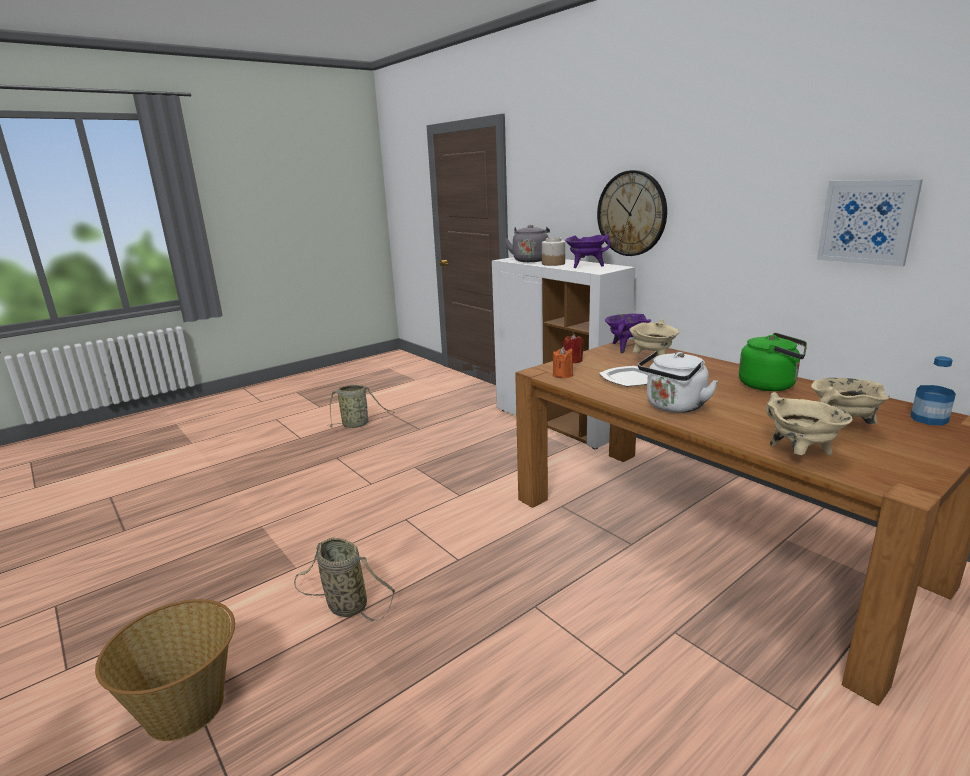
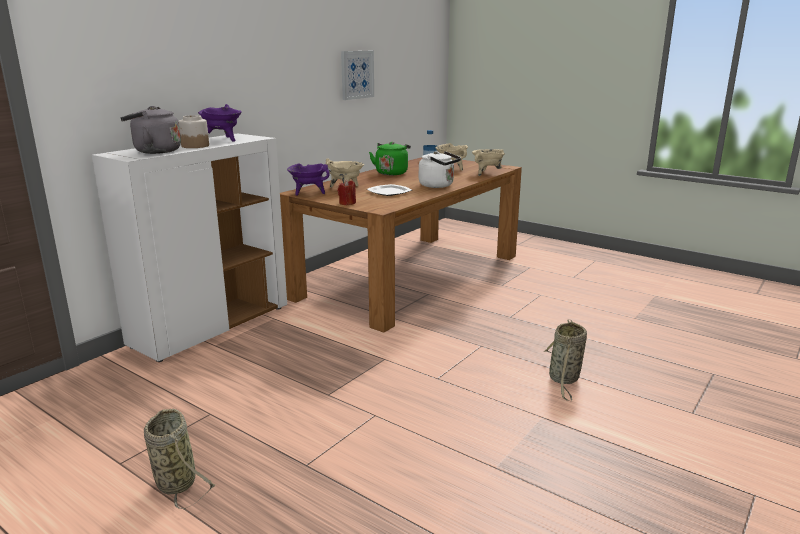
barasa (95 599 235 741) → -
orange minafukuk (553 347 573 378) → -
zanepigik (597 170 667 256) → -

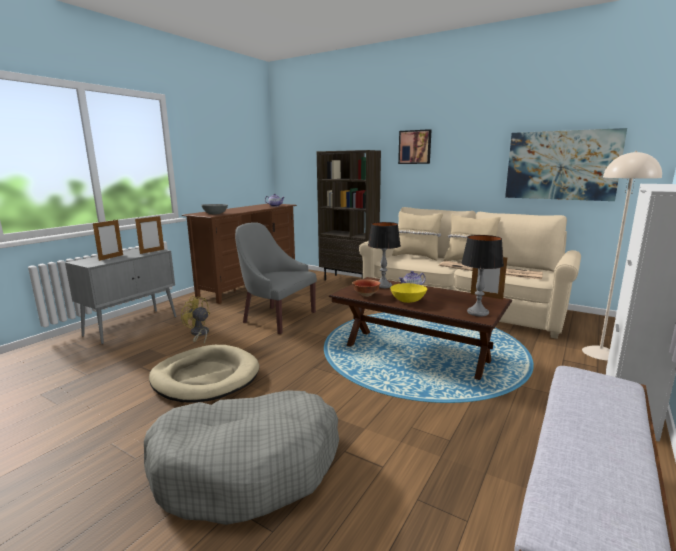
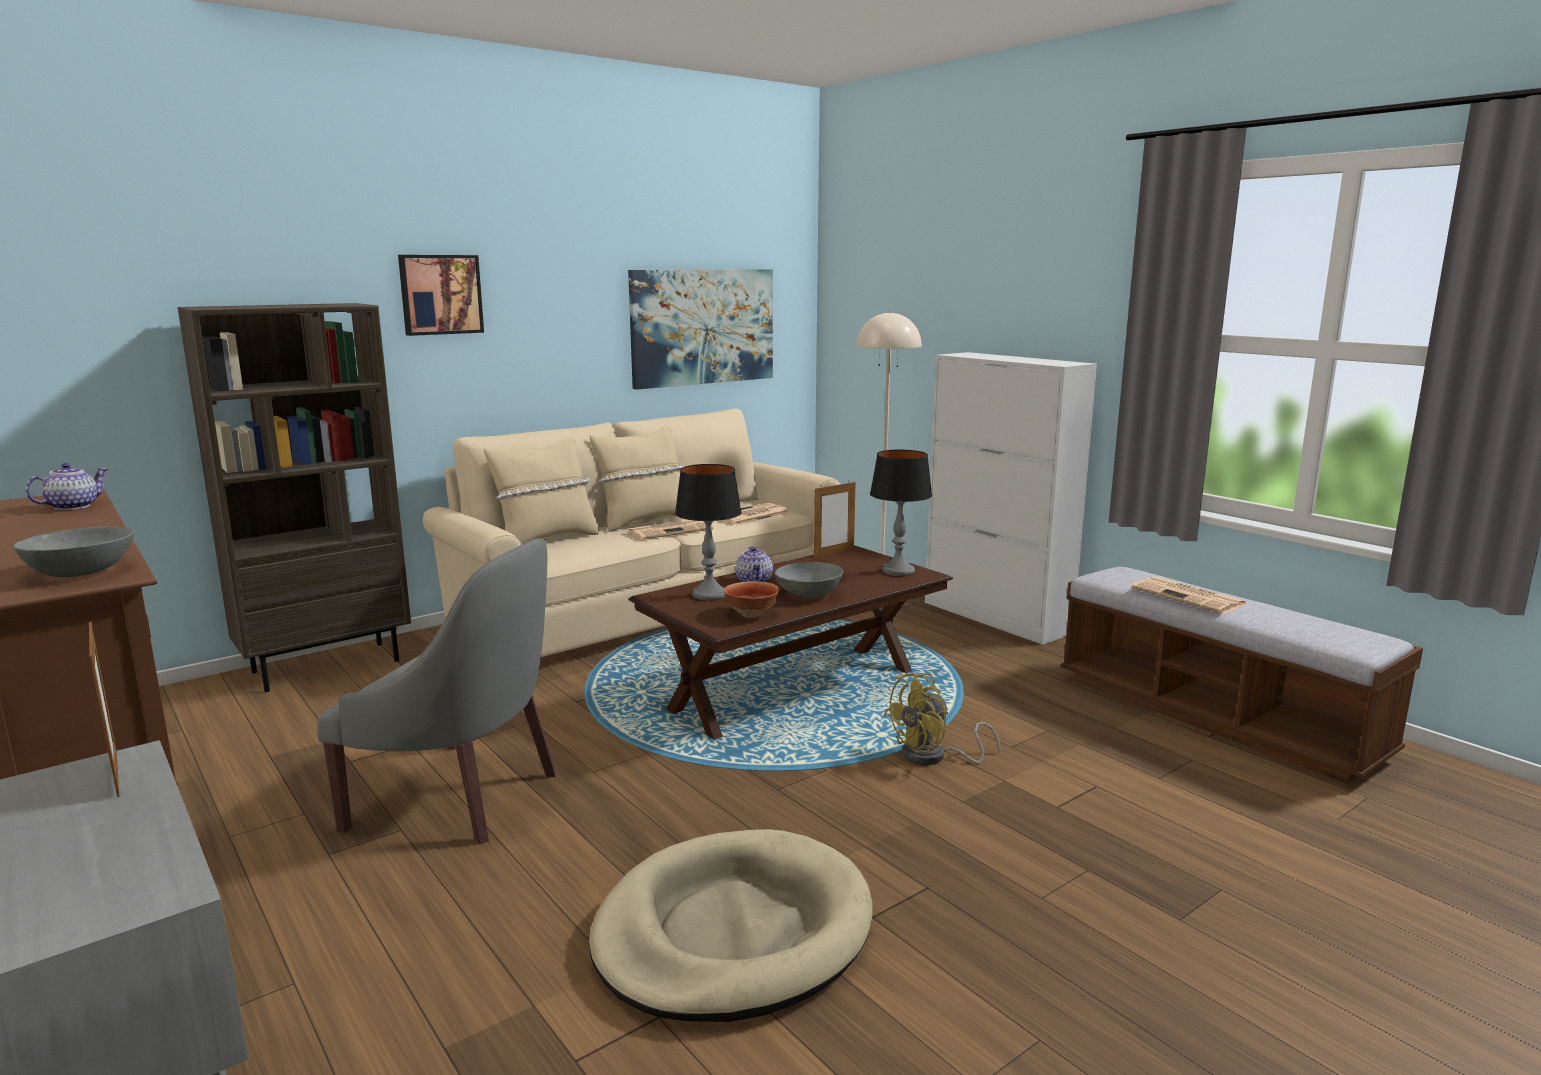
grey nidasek (235 222 317 334) → grey nidasek (317 538 556 845), 120 degrees counterclockwise
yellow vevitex (390 283 427 303) → grey vevitex (775 562 843 598)
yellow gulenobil (181 296 210 344) → yellow gulenobil (884 673 1000 765), relocated
- → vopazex (1132 577 1247 614)
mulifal (93 219 123 261) → -
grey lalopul (144 390 339 525) → -

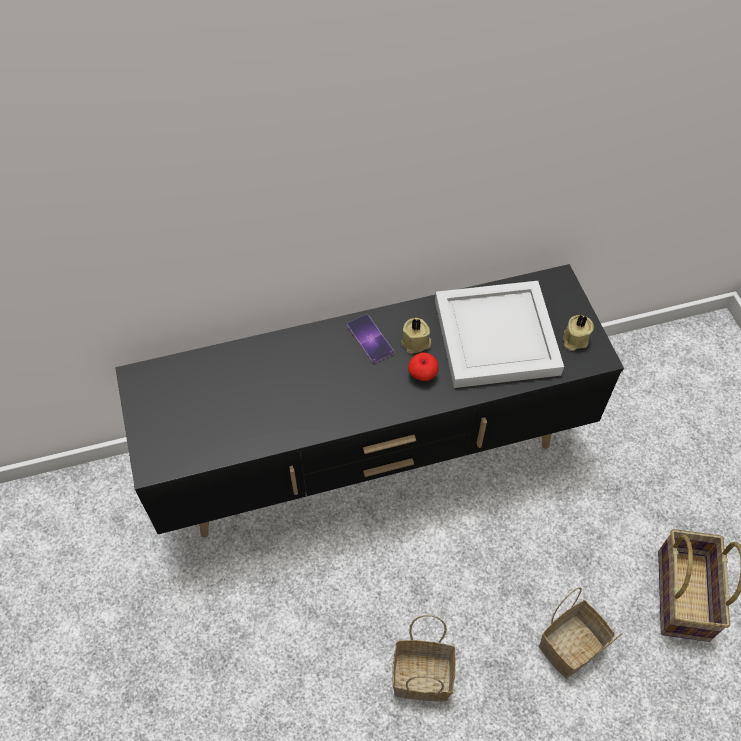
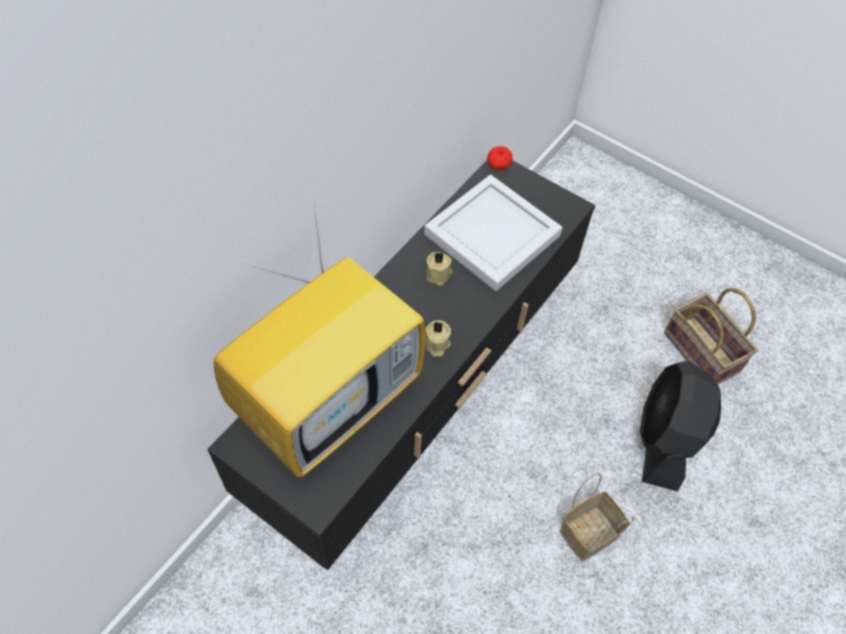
- → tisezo (214 198 425 477)
beige minafukuk (563 315 594 351) → beige minafukuk (425 320 451 357), relocated
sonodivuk (408 352 438 381) → sonodivuk (487 146 512 170), relocated
barasa (539 587 622 678) → black gulenobil (640 360 721 491)
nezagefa (347 314 395 363) → -

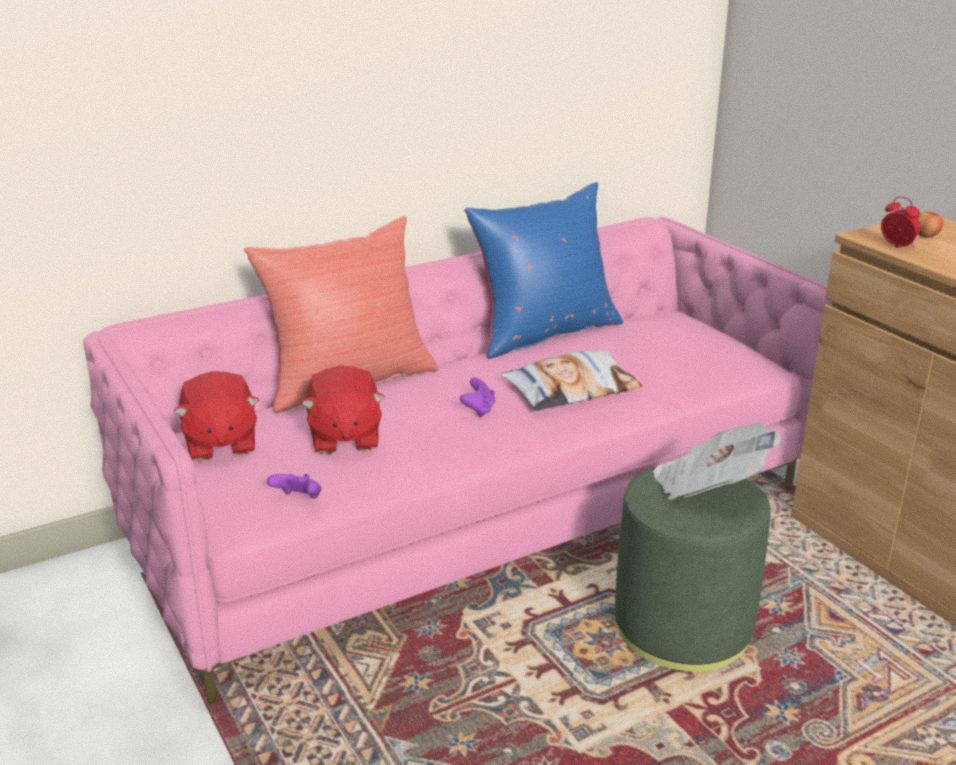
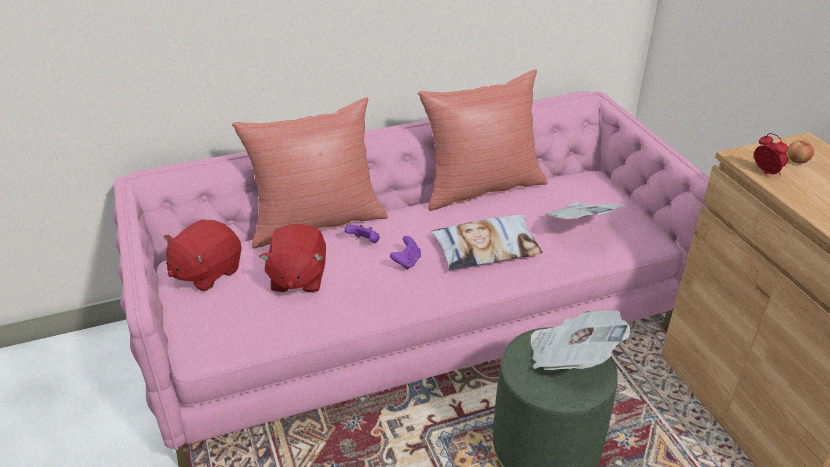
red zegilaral (174 371 259 461) → red zegilaral (164 219 242 291), 45 degrees clockwise
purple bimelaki (267 474 321 499) → purple bimelaki (344 225 380 243), relocated
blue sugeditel (464 182 623 359) → red sugeditel (418 69 548 211)
- → vopazex (543 202 626 219)

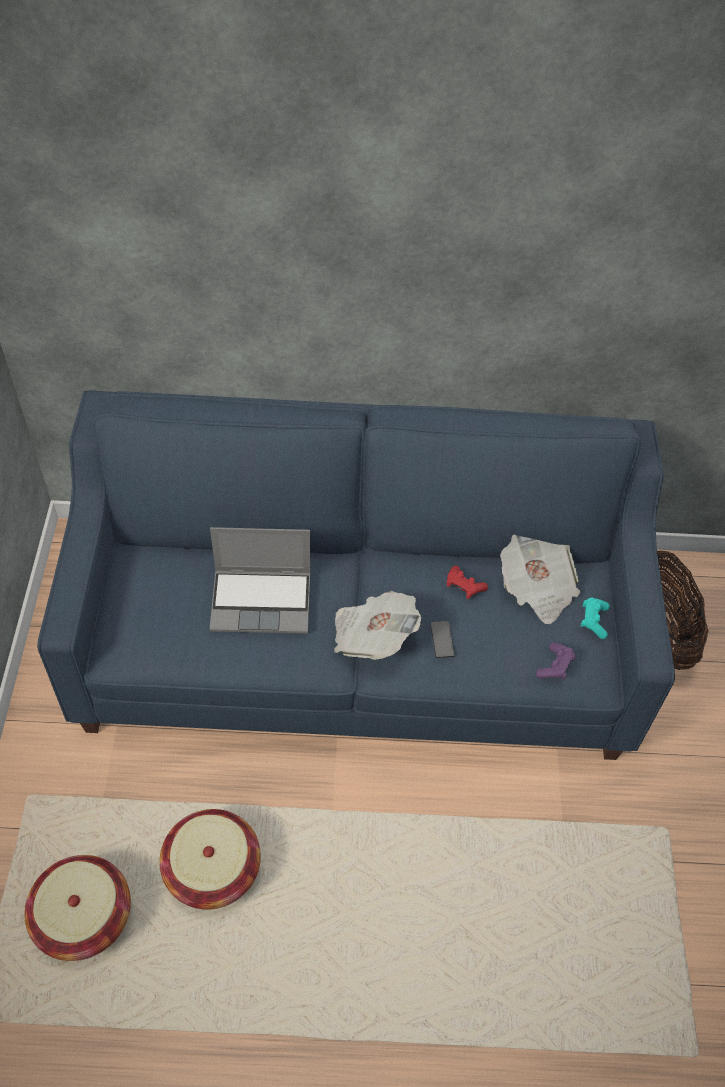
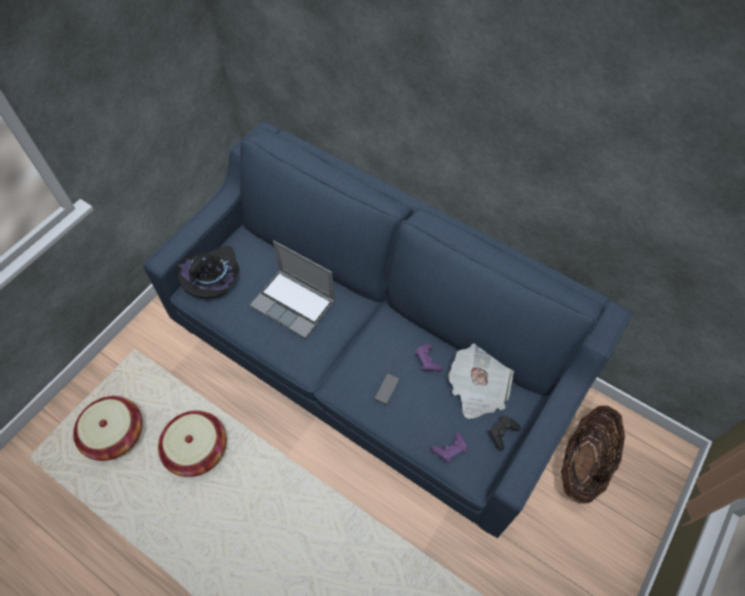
- → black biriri (176 246 239 299)
red bimelaki (447 566 488 599) → purple bimelaki (415 344 443 372)
turquoise bimelaki (581 598 610 639) → black bimelaki (489 416 521 451)
vopazex (334 591 421 660) → -

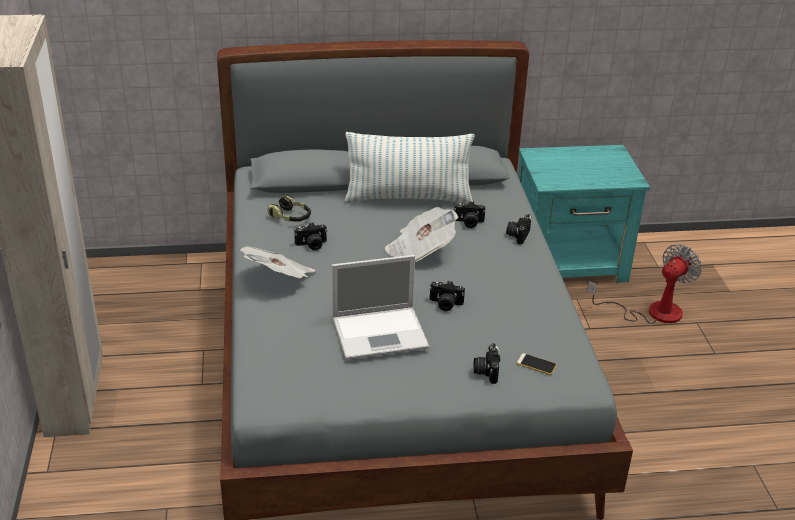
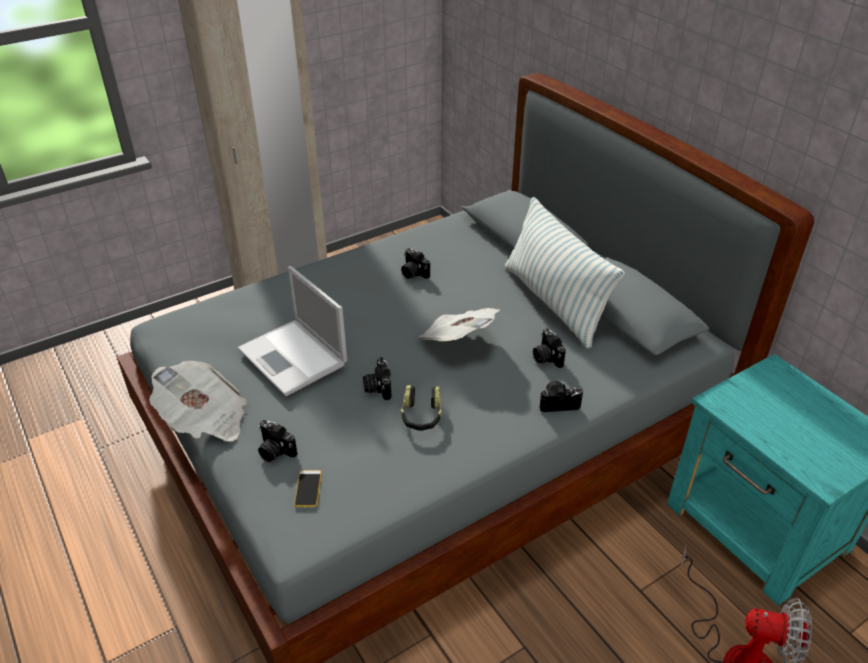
vopazex (240 246 316 279) → vopazex (149 361 247 441), relocated
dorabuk (473 343 500 384) → dorabuk (258 420 297 462), 120 degrees counterclockwise
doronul (267 195 311 222) → doronul (401 385 442 431), relocated

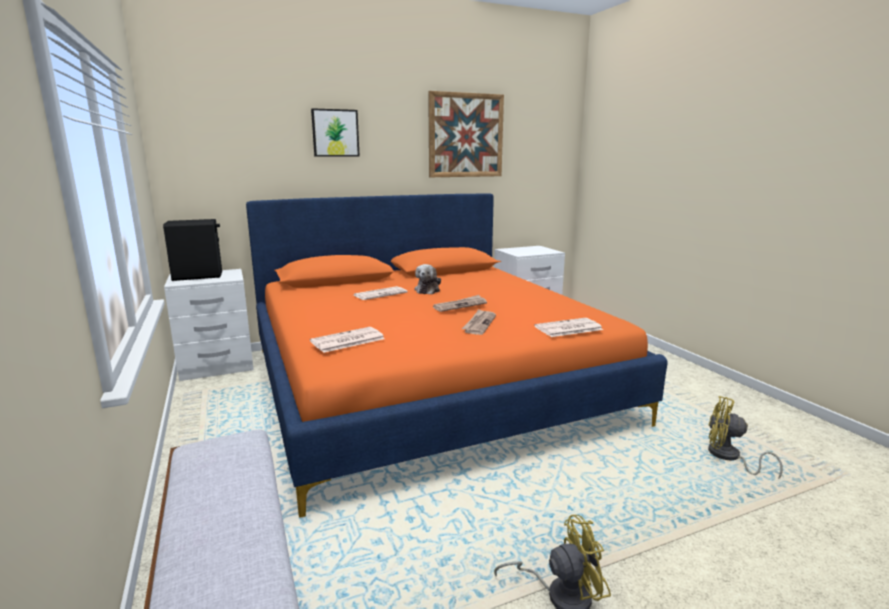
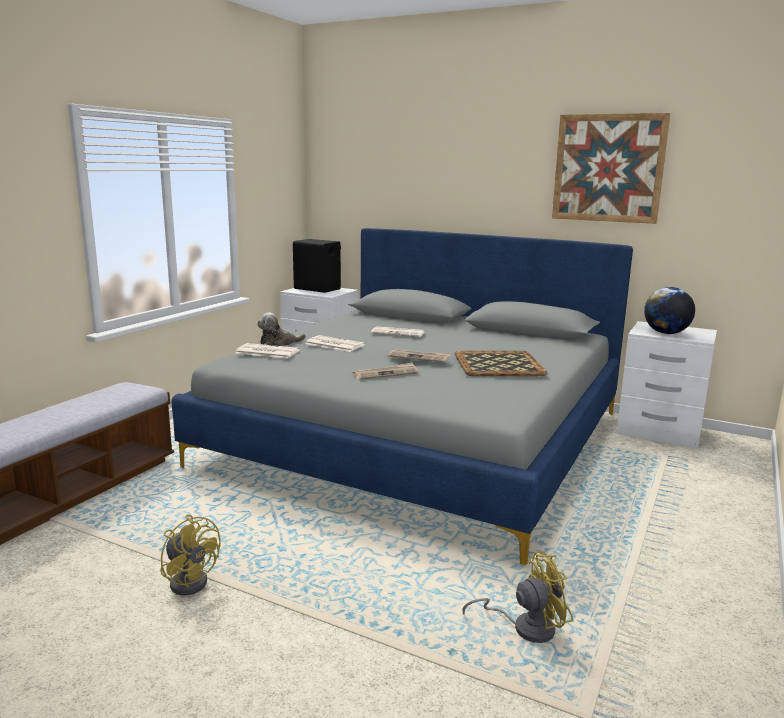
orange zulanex (246 193 668 518) → grey zulanex (171 228 633 565)
zegilaral (415 264 441 294) → zegilaral (257 312 306 346), relocated
vopazex (534 318 603 337) → vopazex (305 335 365 352), relocated
- → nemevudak (455 351 547 376)
yellow gulenobil (708 396 783 479) → yellow gulenobil (463 551 573 643), 90 degrees clockwise
- → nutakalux (644 287 695 334)
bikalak (311 108 359 156) → -

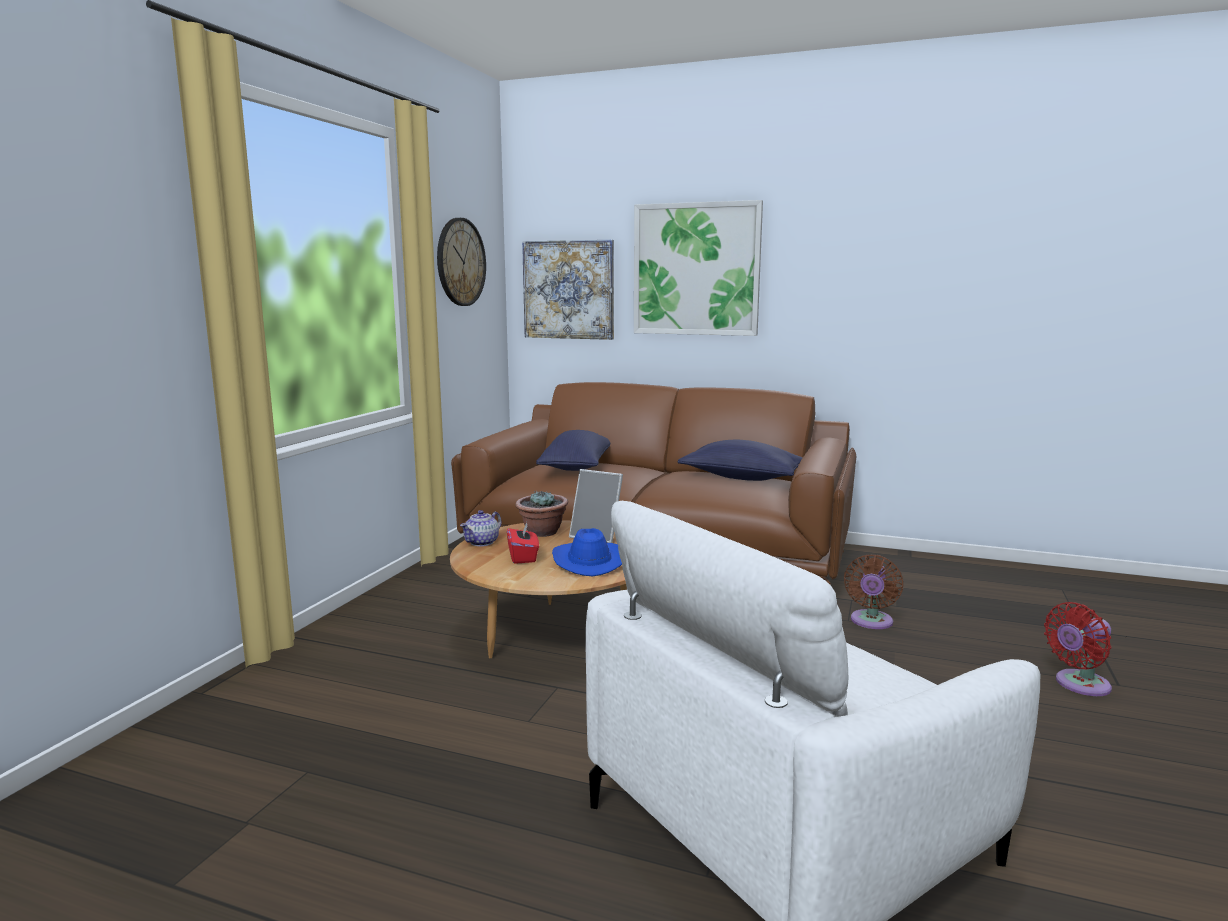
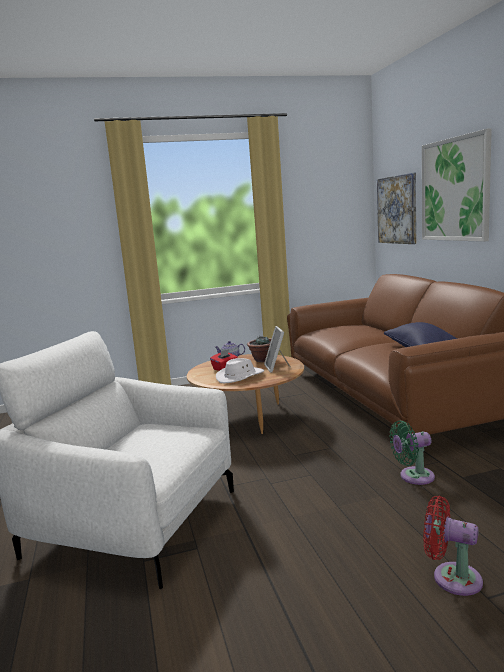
blue biriri (552 528 622 576) → white biriri (216 358 264 383)
brown gulenobil (844 555 903 629) → green gulenobil (389 420 435 485)
zanepigik (437 218 486 306) → -
blue sugeditel (536 430 610 471) → -

